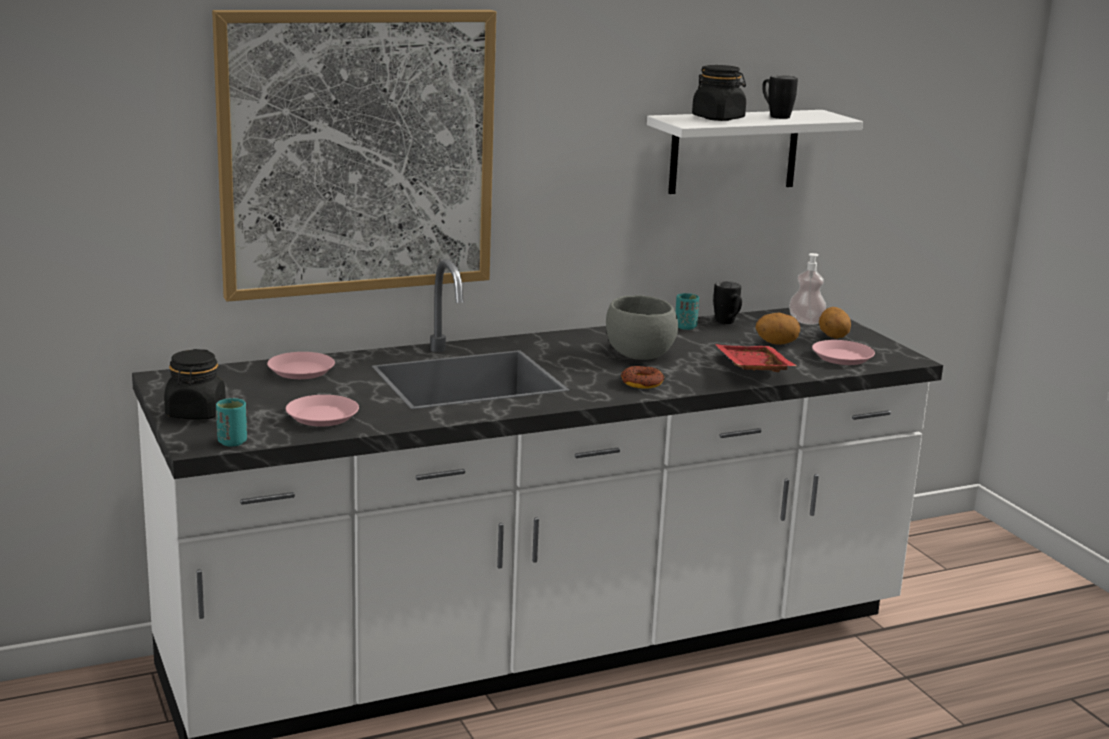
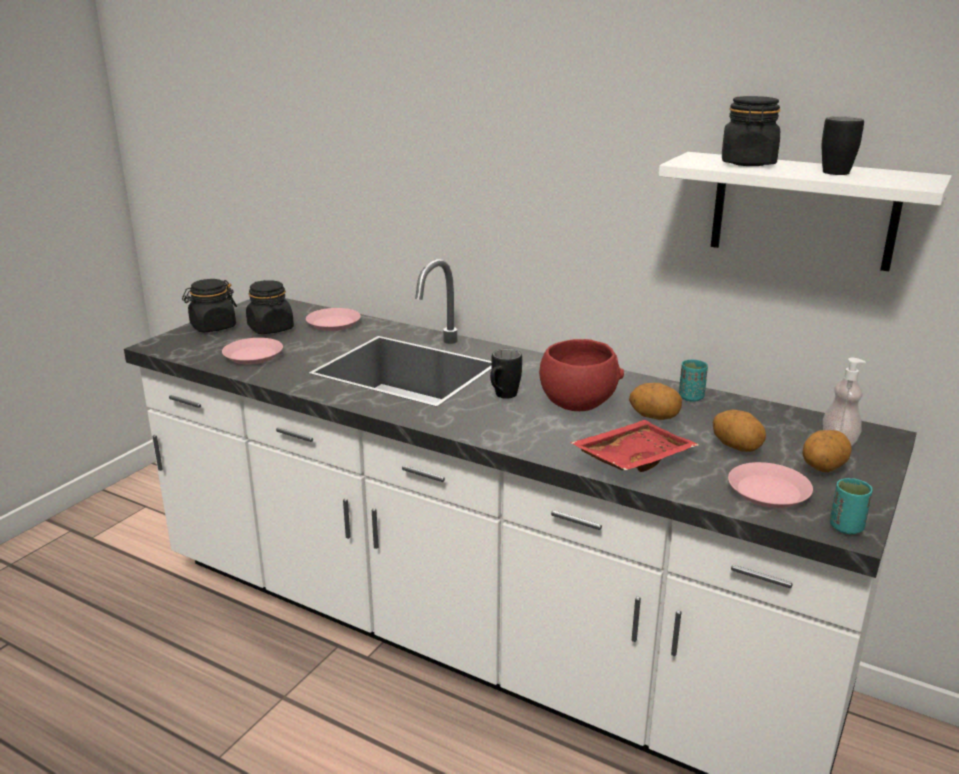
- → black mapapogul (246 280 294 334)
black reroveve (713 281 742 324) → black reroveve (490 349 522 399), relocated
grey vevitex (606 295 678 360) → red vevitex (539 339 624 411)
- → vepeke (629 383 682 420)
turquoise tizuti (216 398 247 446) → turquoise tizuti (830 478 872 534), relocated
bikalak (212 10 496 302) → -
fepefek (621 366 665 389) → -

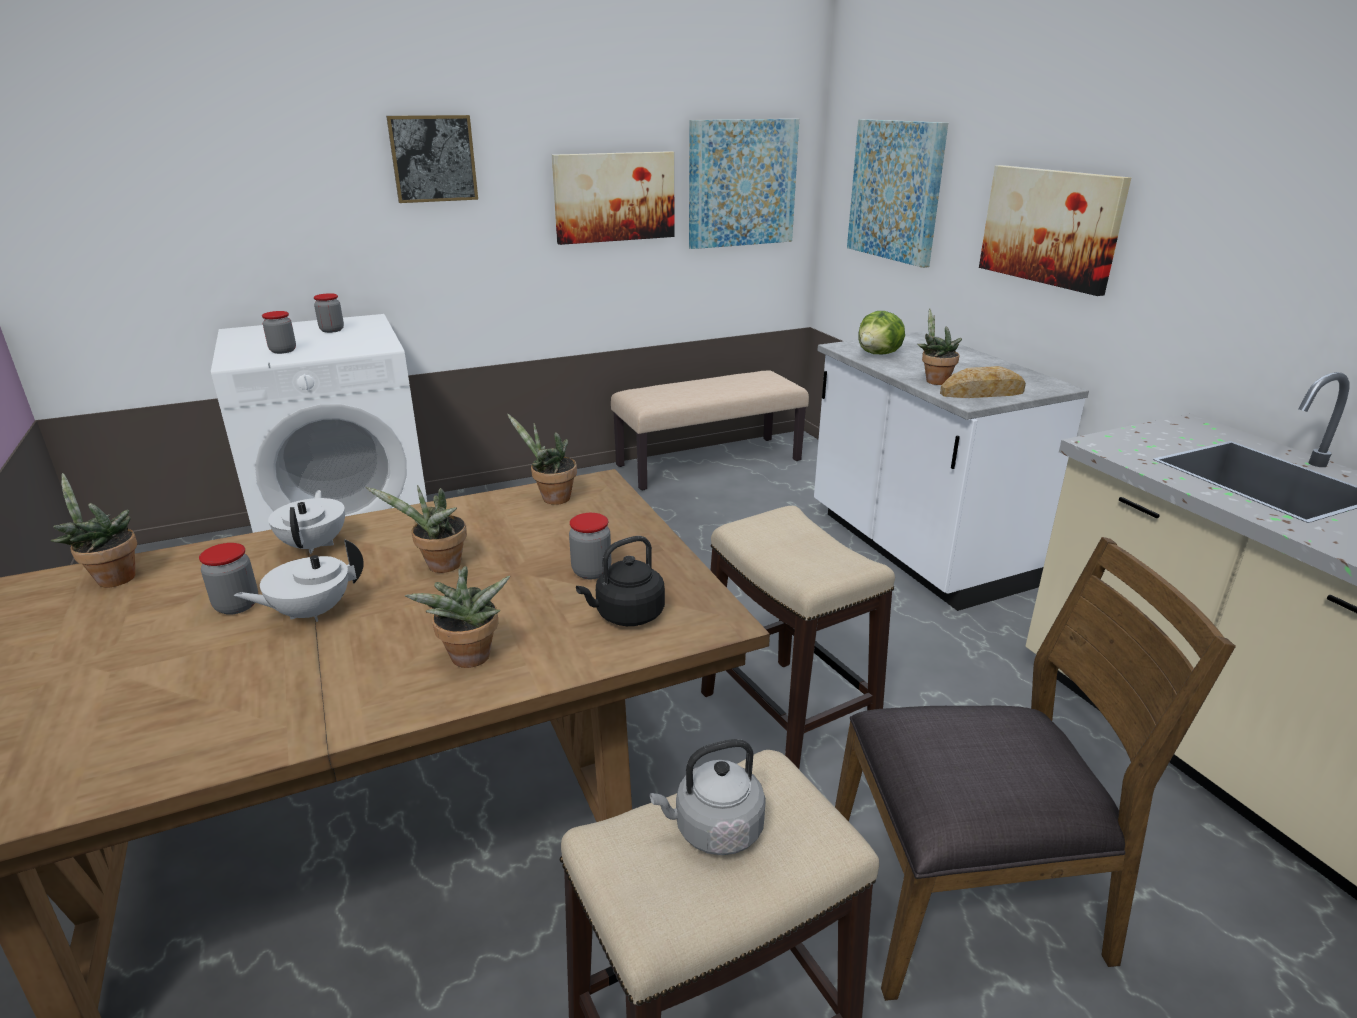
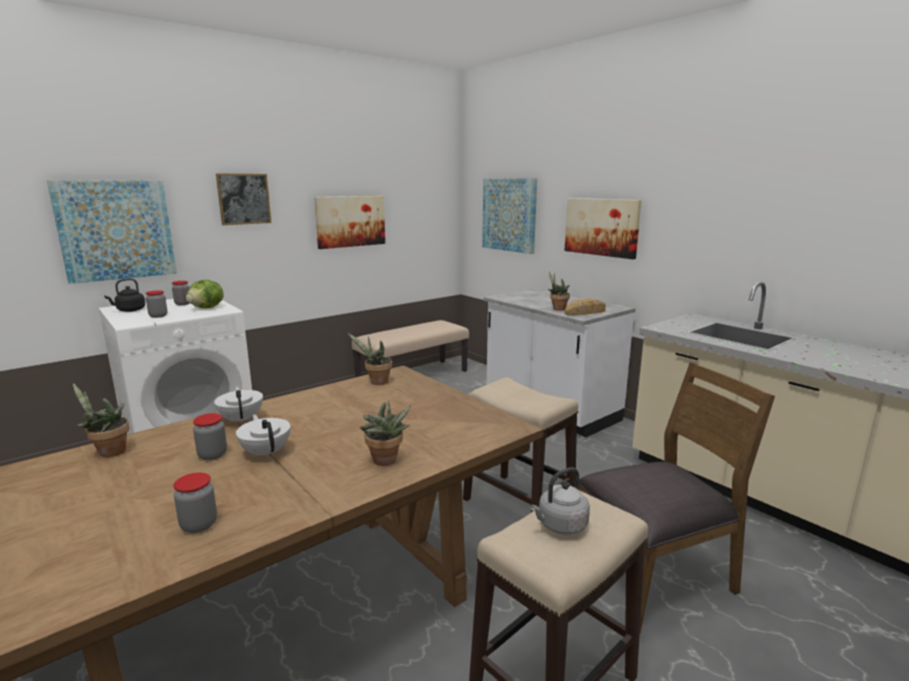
bikalak (689 119 799 249) → bikalak (47 180 177 284), relocated
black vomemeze (576 536 665 626) → black vomemeze (105 278 146 312), relocated
mapapogul (569 513 612 579) → mapapogul (173 472 217 533), relocated
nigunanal (858 311 905 354) → nigunanal (186 280 224 308), relocated
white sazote (234 539 364 622) → white sazote (236 414 291 458), 105 degrees clockwise
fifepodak (366 485 467 573) → -

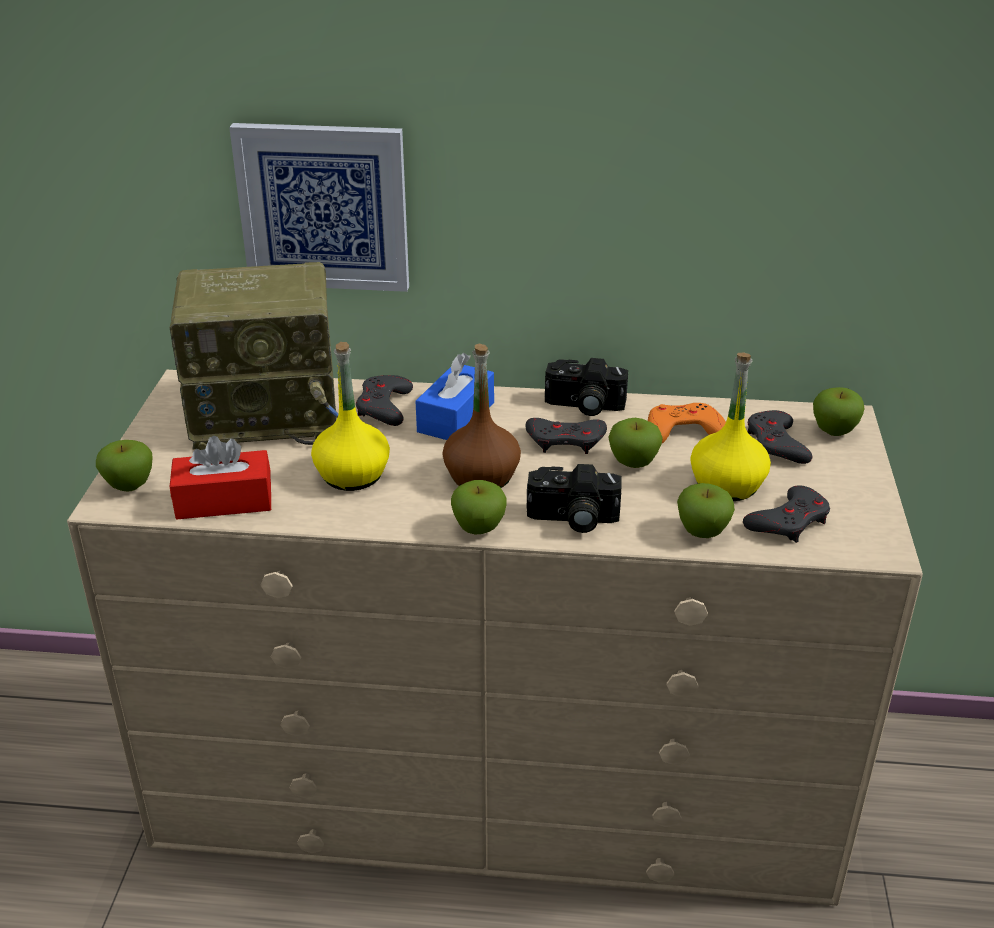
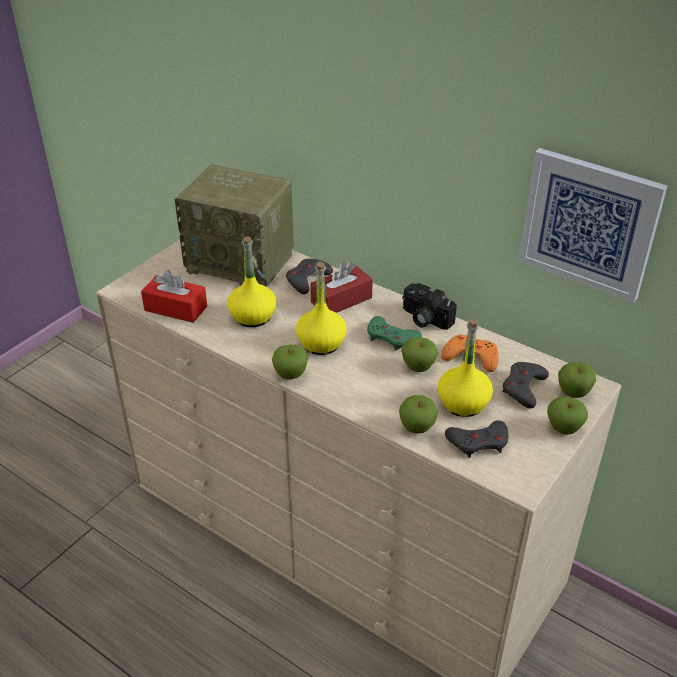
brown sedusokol (443 344 521 488) → yellow sedusokol (296 262 347 355)
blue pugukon (416 353 494 440) → red pugukon (310 261 373 313)
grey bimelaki (526 418 607 454) → green bimelaki (367 316 422 351)
bikalak (229 123 409 292) → bikalak (518 148 668 303), relocated
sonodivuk (96 440 153 492) → sonodivuk (547 397 588 435), relocated
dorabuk (527 464 621 533) → -

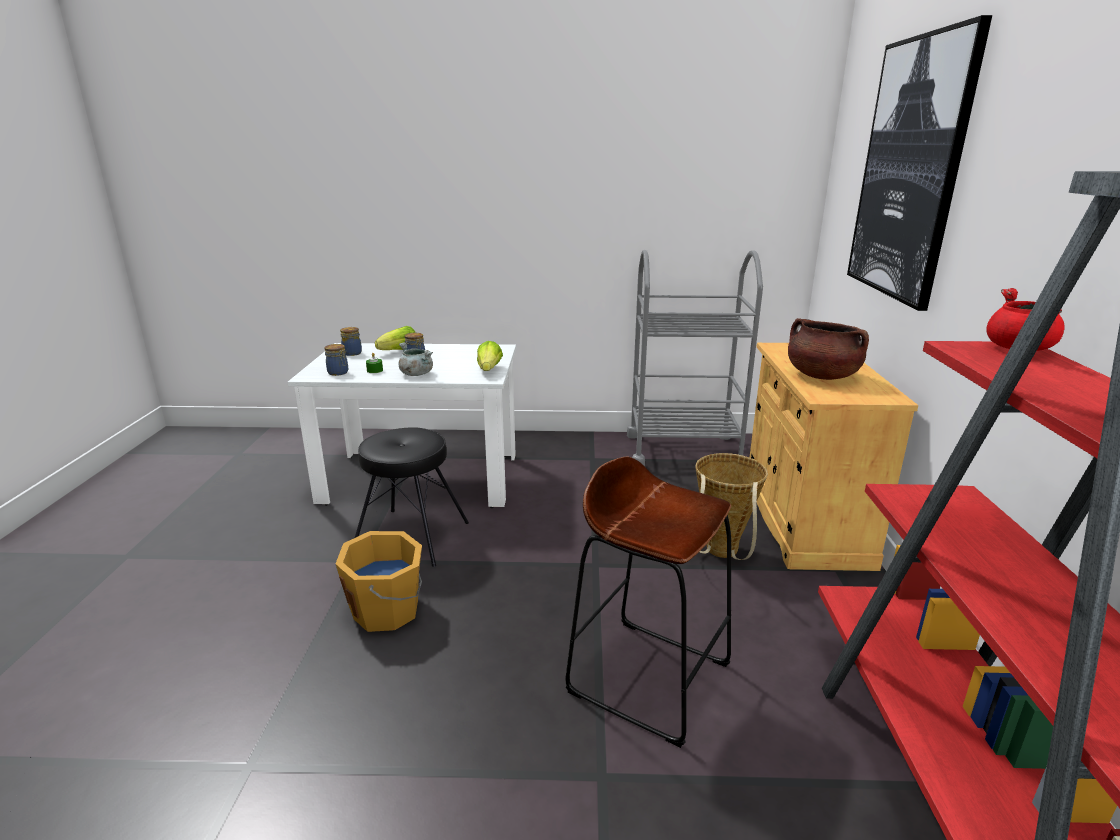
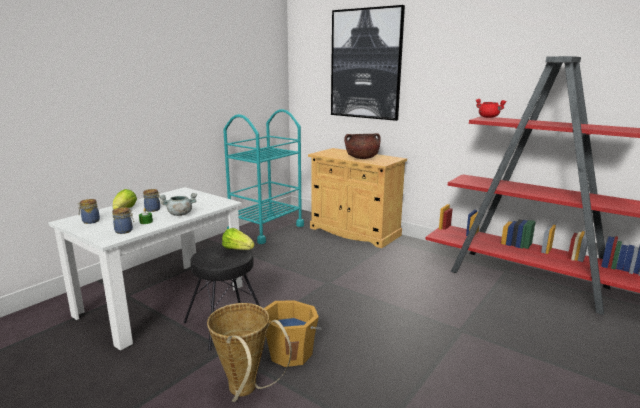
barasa (695 453 768 560) → barasa (207 303 292 402), relocated
nigunanal (477 341 503 371) → nigunanal (222 228 255 250), relocated
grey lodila (627 250 763 466) → turquoise lodila (223 109 304 244)
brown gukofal (566 457 731 748) → -

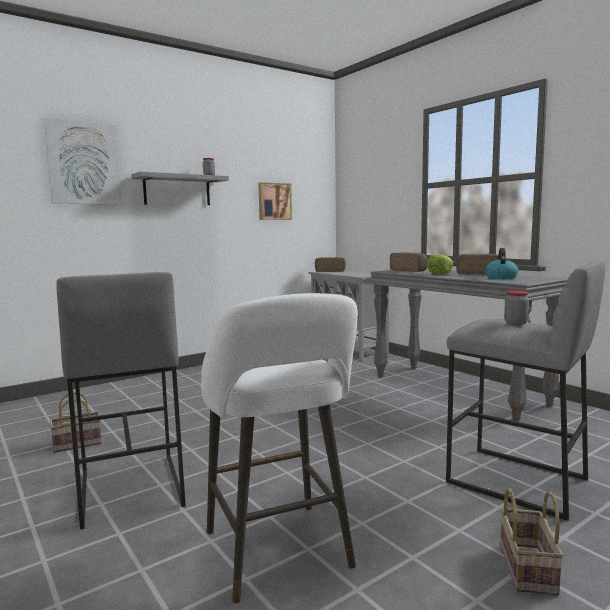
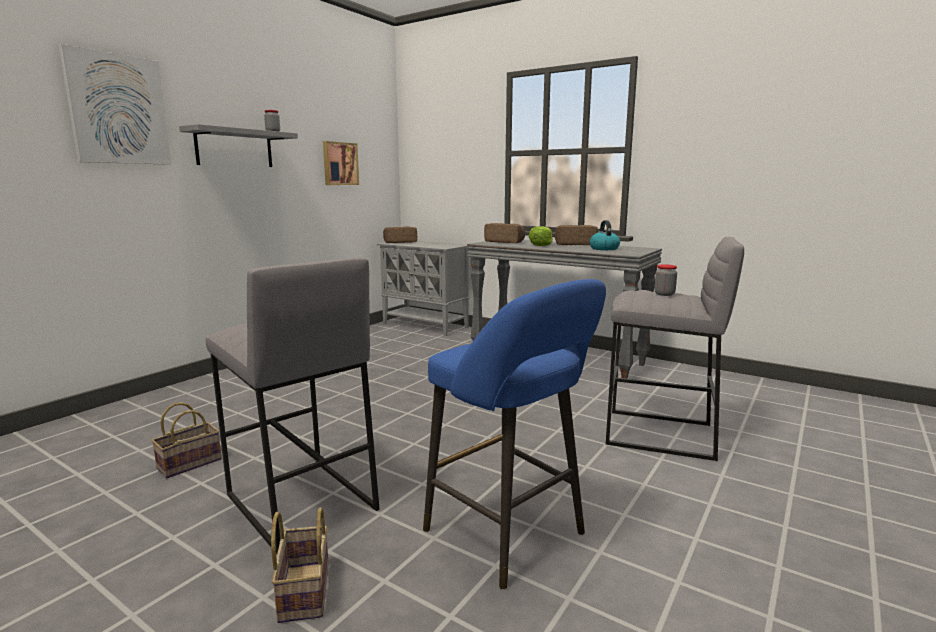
barasa (501 488 564 595) → barasa (271 508 329 623), relocated
white gukofal (201 293 358 603) → blue gukofal (423 279 606 589)

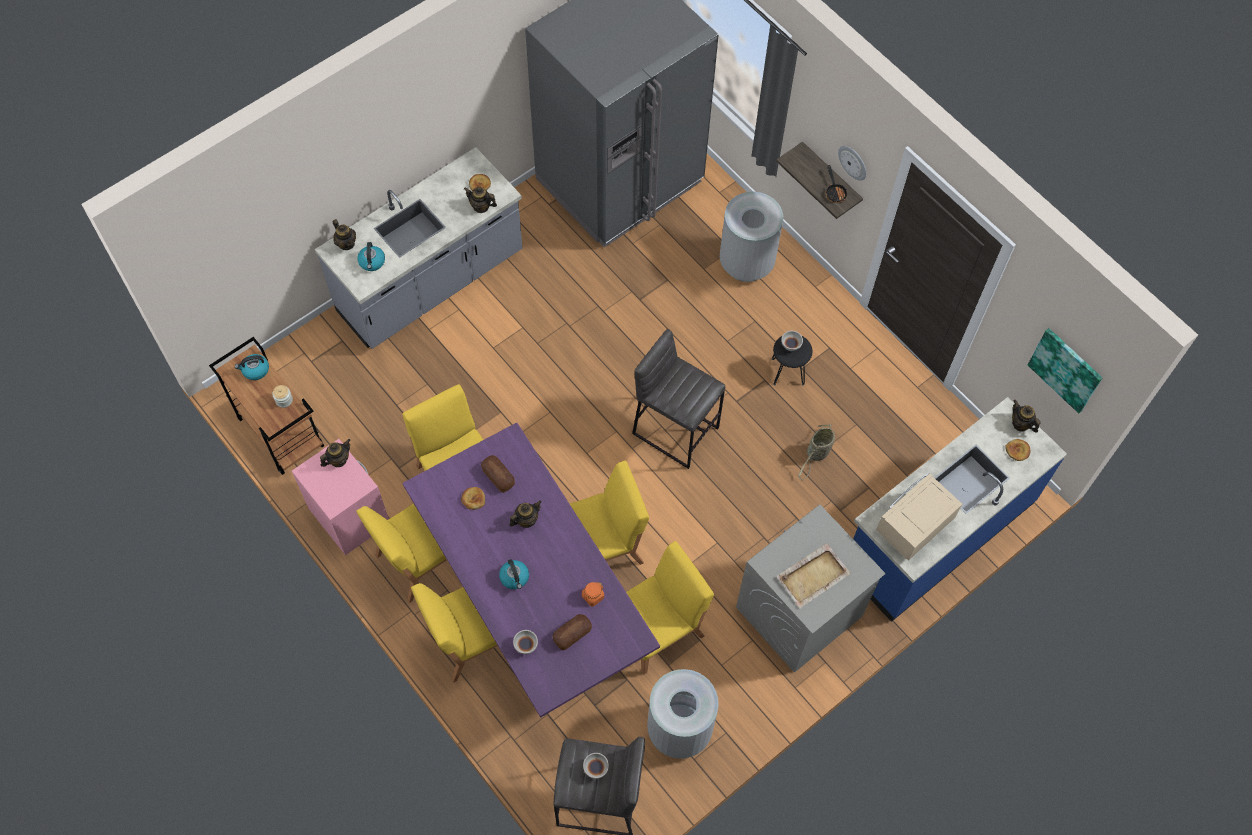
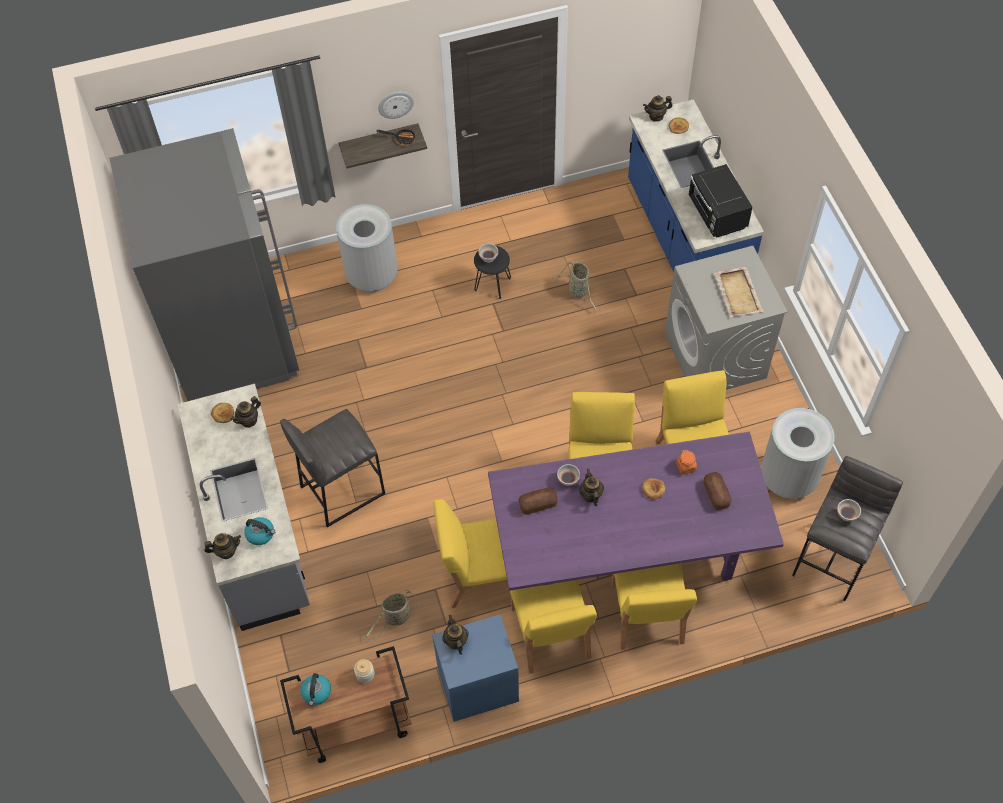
grey gukofal (632 329 725 469) → grey gukofal (280 409 385 527), relocated
- → barasa (365 589 420 641)
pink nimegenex (292 439 389 555) → blue nimegenex (432 614 519 722)
white vevitex (513 630 538 654) → white vevitex (557 464 580 486), relocated
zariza (461 487 485 510) → zariza (642 478 665 500), relocated
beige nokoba (876 473 962 561) → black nokoba (688 164 753 237)
vomemeze (499 559 529 589) → -
bikalak (1028 328 1102 413) → -

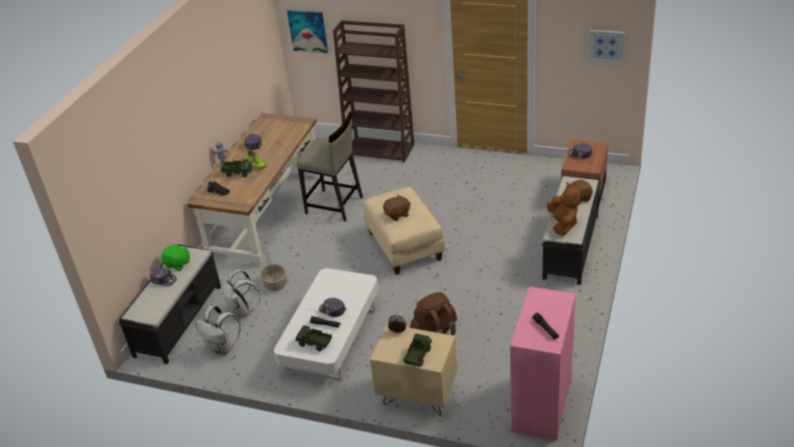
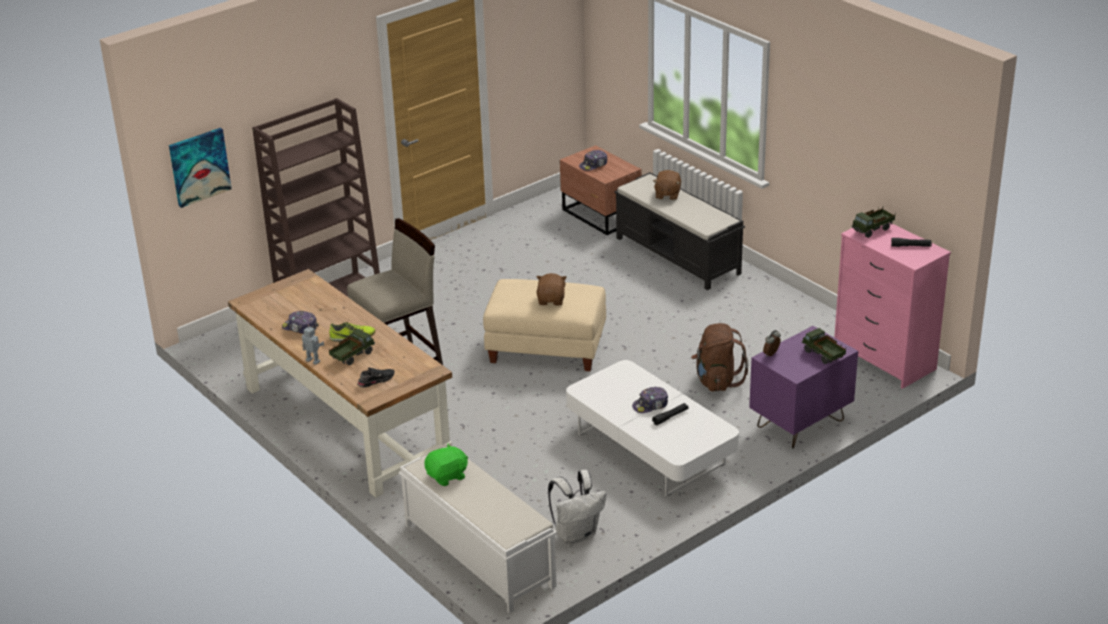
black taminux (119 244 221 364) → white taminux (399 446 557 614)
beige nimegenex (370 324 457 416) → purple nimegenex (749 326 858 449)
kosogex (295 325 332 351) → kosogex (852 207 895 238), relocated
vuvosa (150 267 177 286) → -
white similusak (221 269 260 319) → -
barasa (260 252 287 291) → -
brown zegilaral (547 183 580 236) → -
bikalak (588 30 625 64) → -

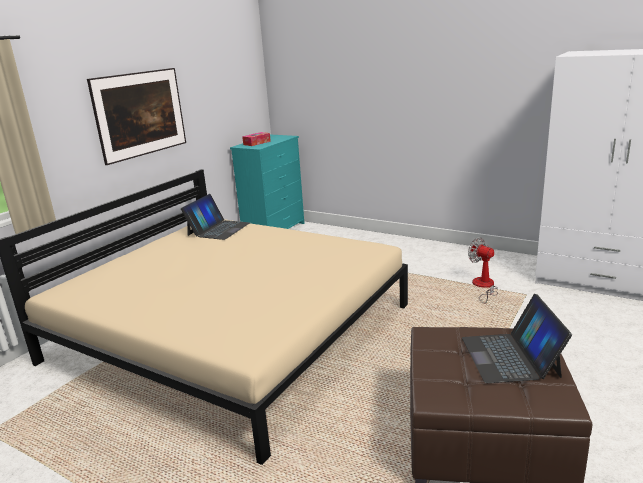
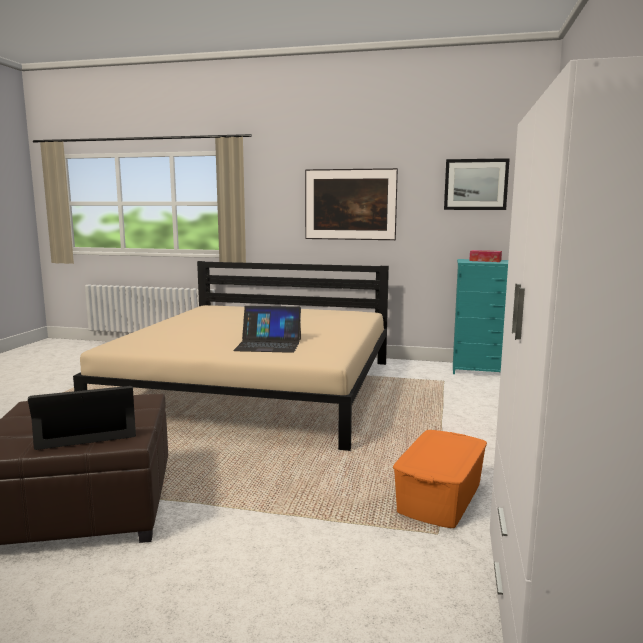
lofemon (181 194 250 240) → lofemon (233 306 301 353), relocated
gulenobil (468 237 498 304) → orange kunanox (393 430 487 528)
- → bikalak (444 158 510 210)

